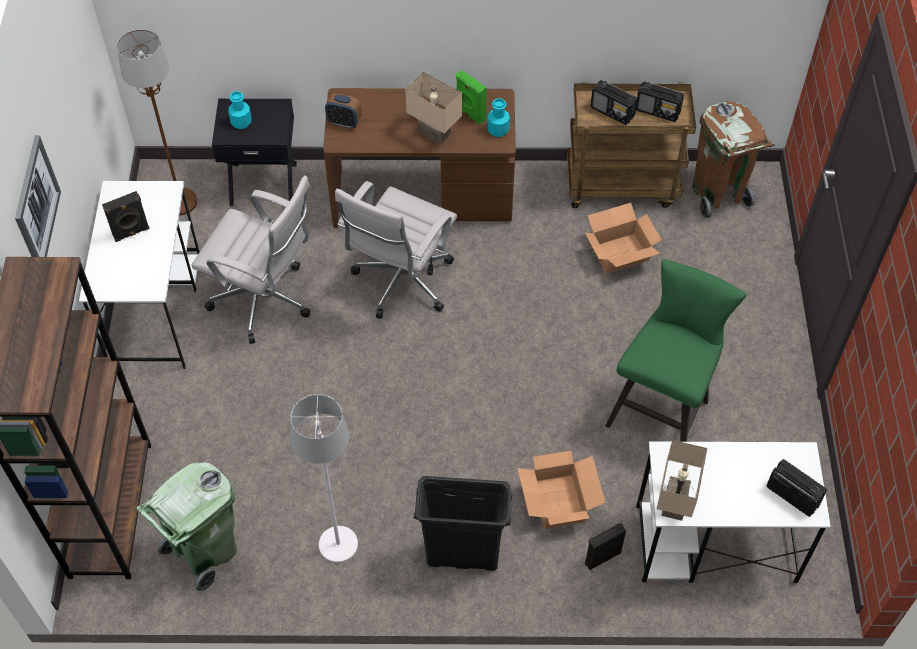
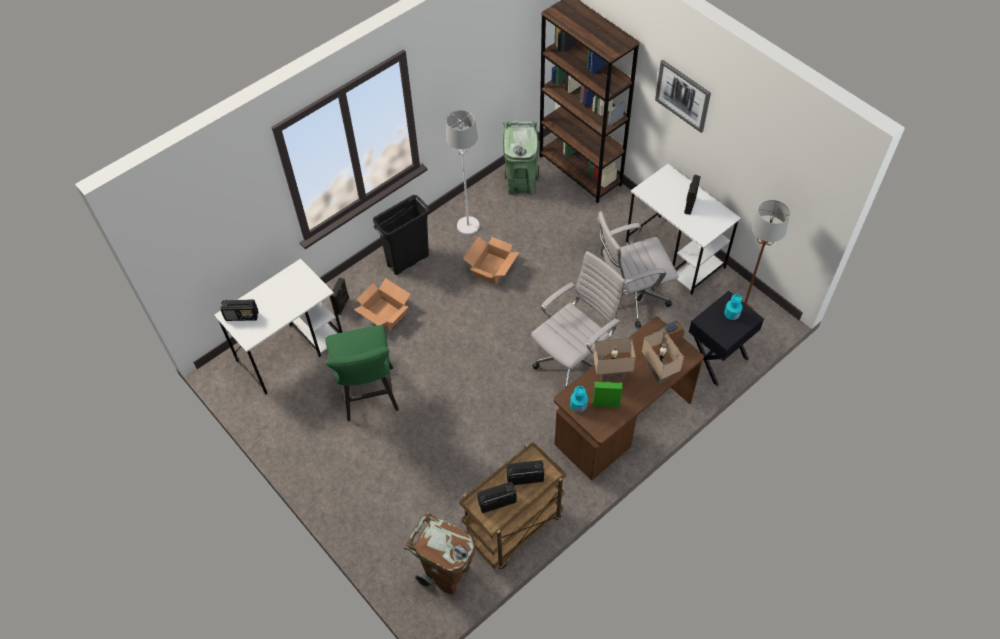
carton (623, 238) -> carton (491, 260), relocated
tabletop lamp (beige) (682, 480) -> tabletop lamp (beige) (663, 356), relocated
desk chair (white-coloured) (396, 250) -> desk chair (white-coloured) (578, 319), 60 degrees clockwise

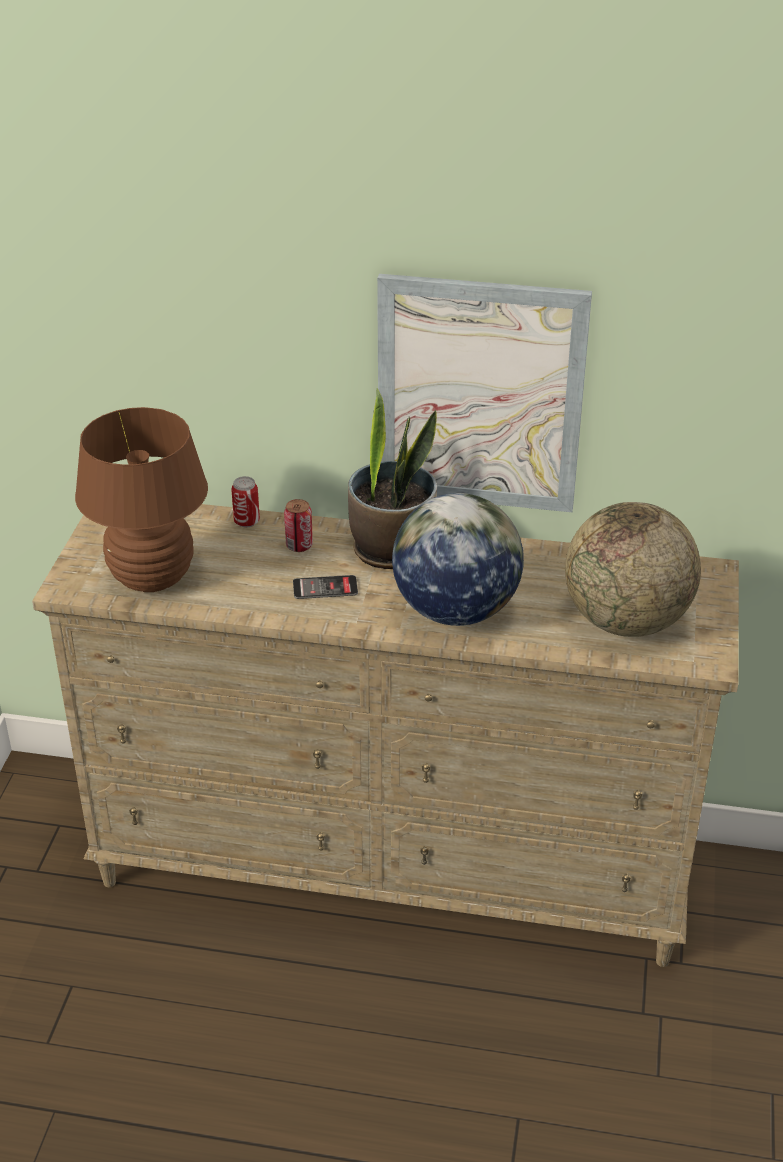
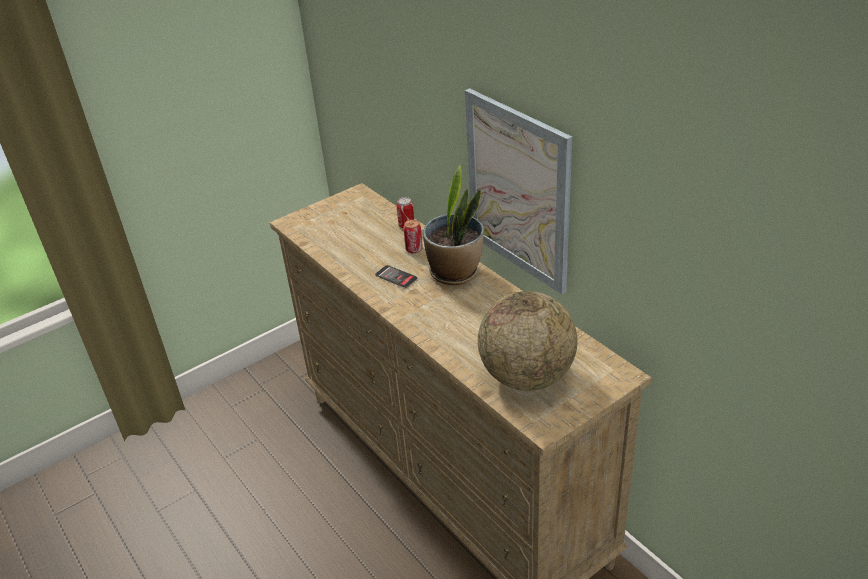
tabletop lamp (brownish) (141, 499) -> none
globe (458, 559) -> none

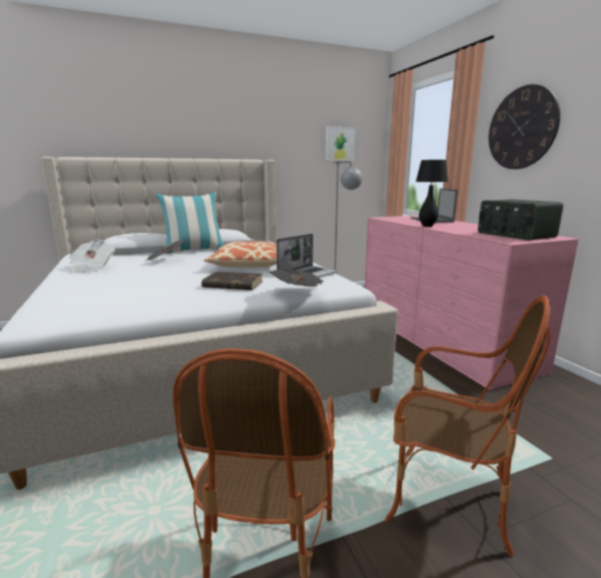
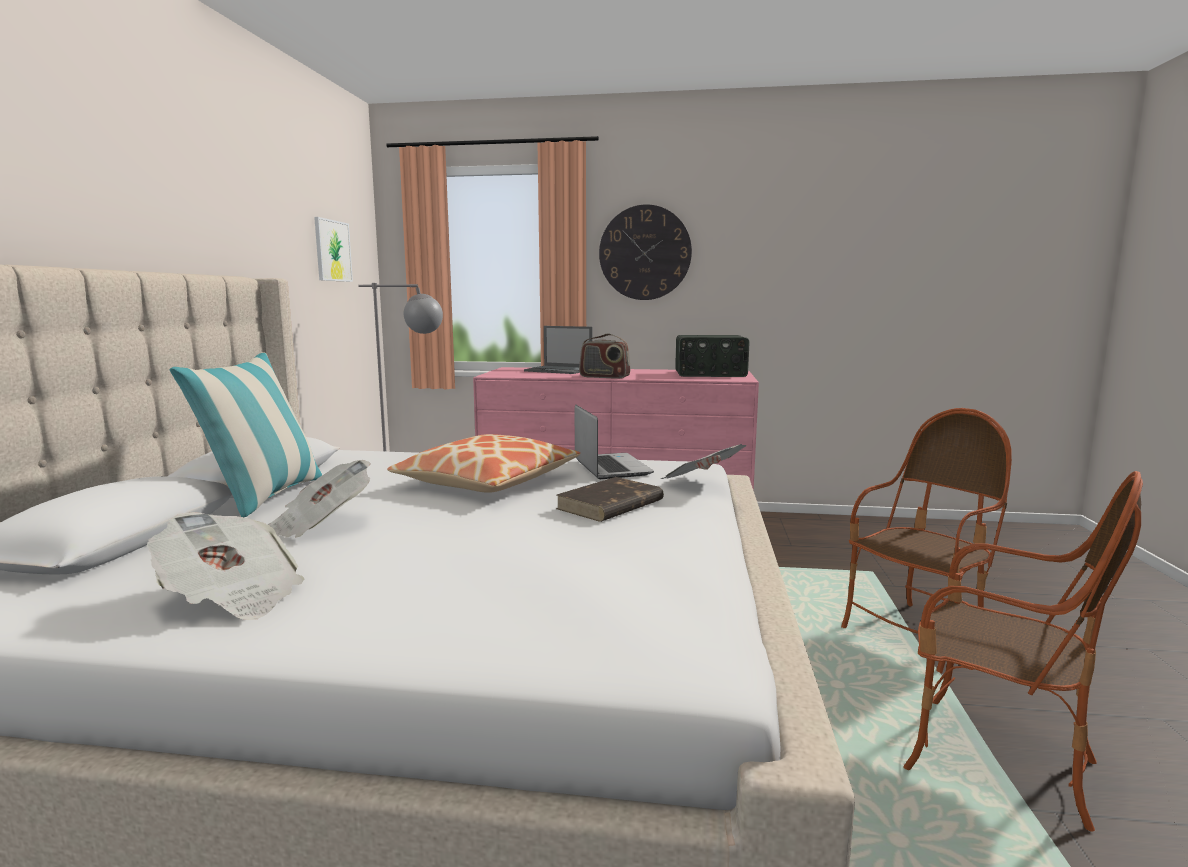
tabletop lamp (black-coloured) (432, 193) -> radio set (604, 356)

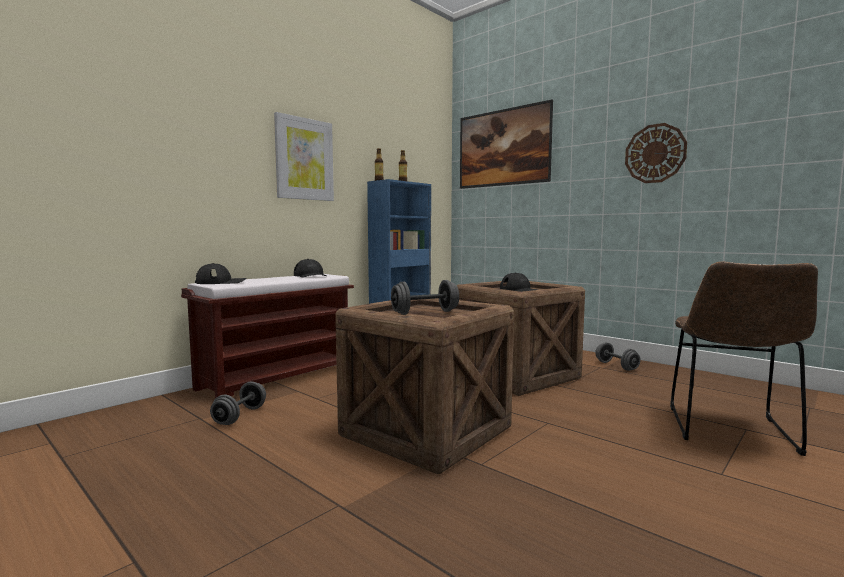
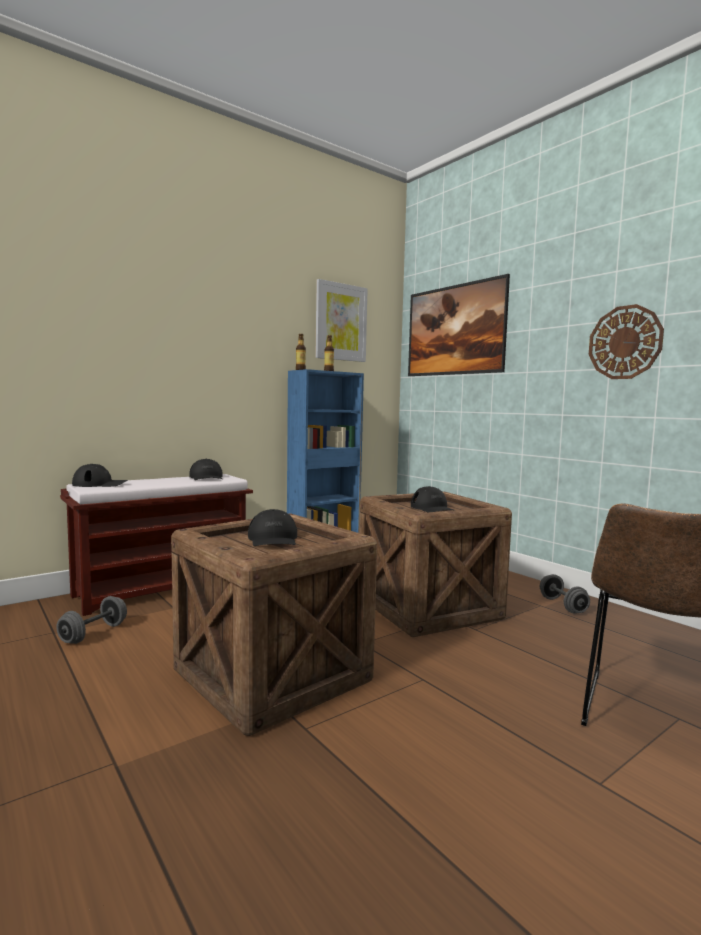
wall art (304, 156) -> wall art (341, 320), relocated
dumbbell (grey) (425, 297) -> cap (black-coloured) (272, 527)

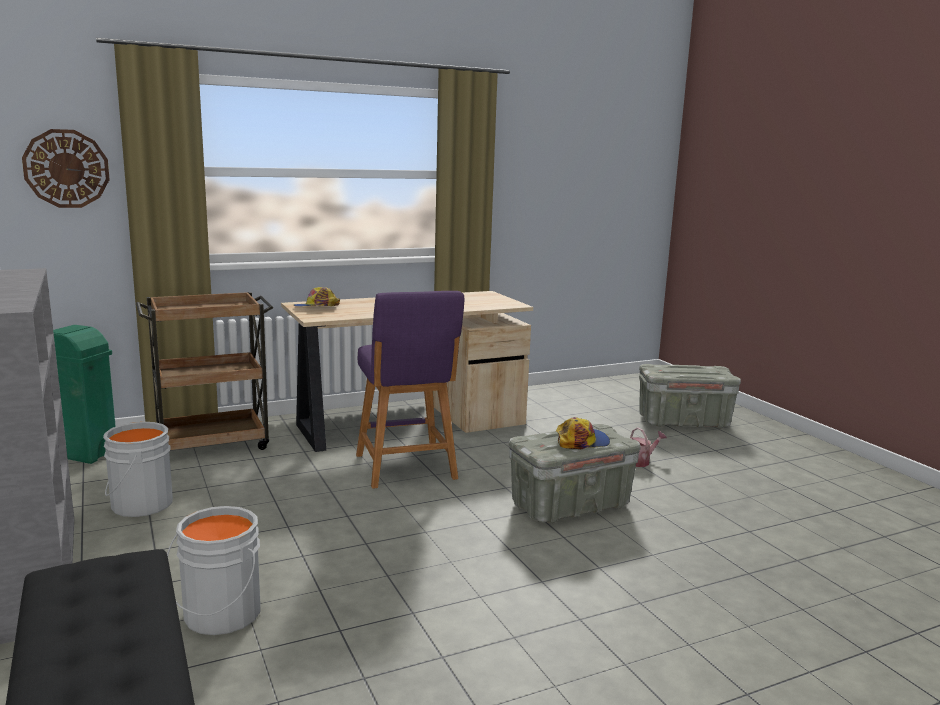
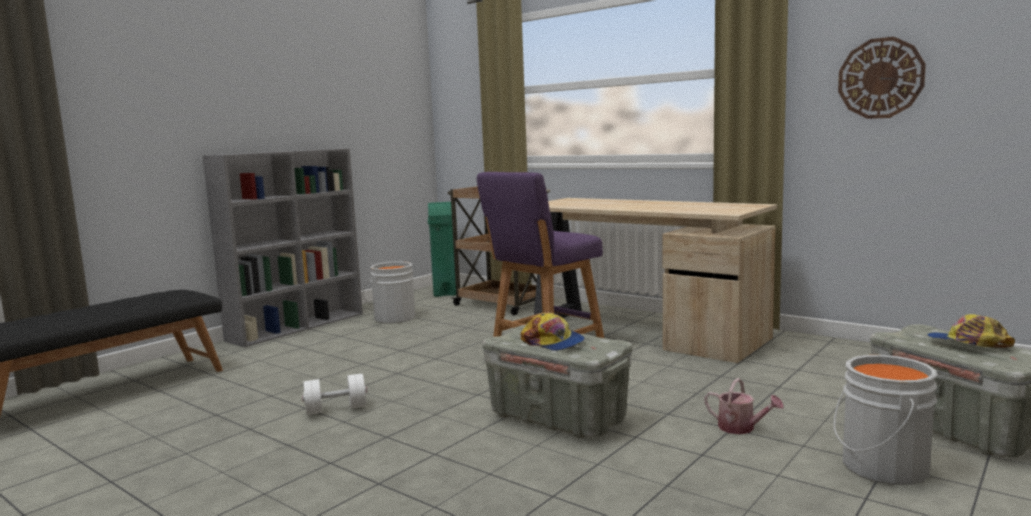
none -> dumbbell (white-coloured) (334, 394)
hanging clock (66, 168) -> hanging clock (882, 78), relocated
bucket (grey) (214, 570) -> bucket (grey) (886, 420), relocated
cap (317, 297) -> cap (971, 331), relocated

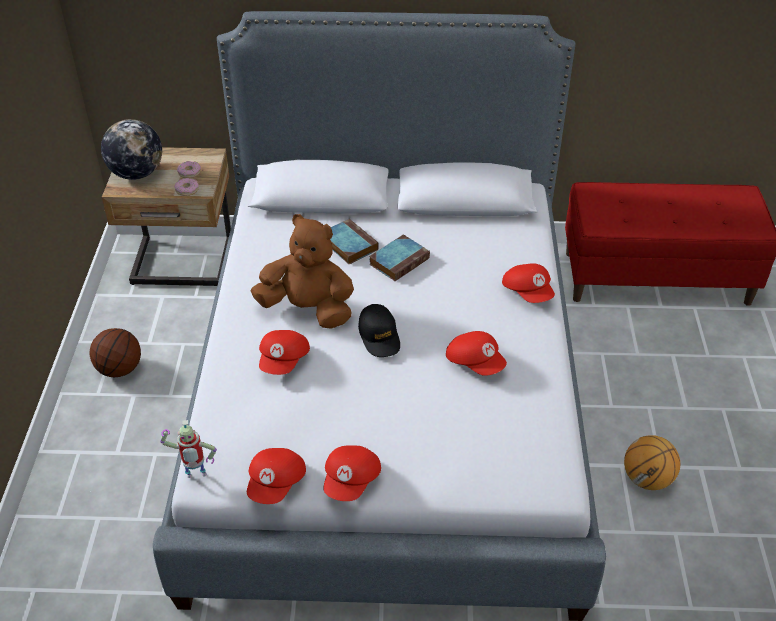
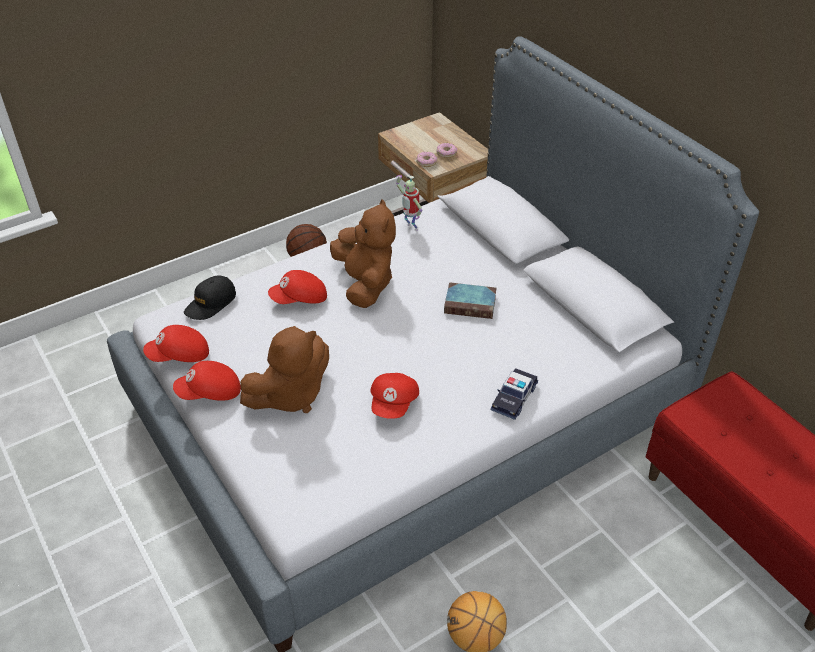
globe (131, 149) -> none
volume (354, 242) -> none
none -> soft toy (brownish) (284, 369)
toy robot (188, 449) -> toy robot (409, 203), relocated
cap (black-coloured) (379, 330) -> cap (black-coloured) (210, 297), relocated
cap (red) (528, 283) -> toy car (514, 394)

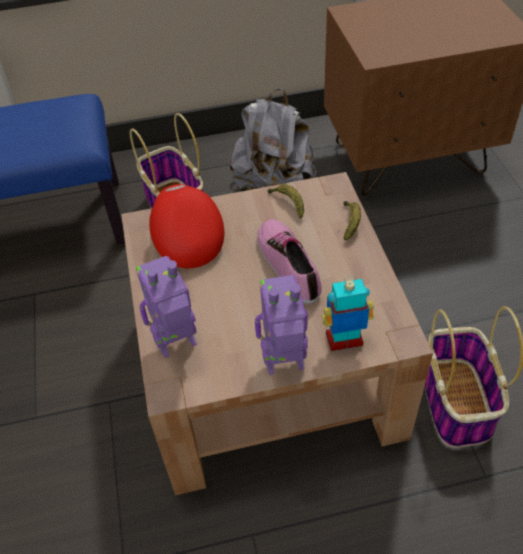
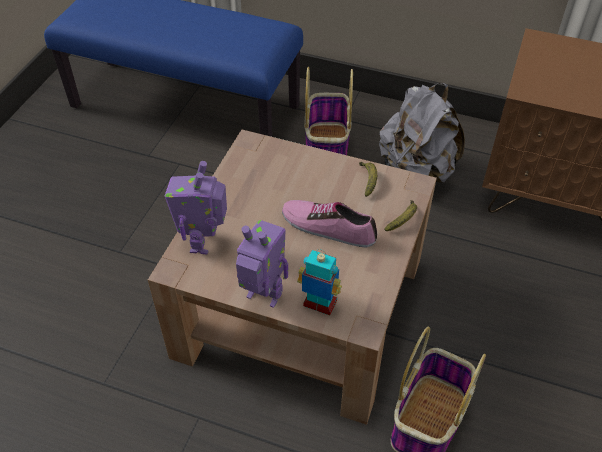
cap (red) (186, 226) -> none
toy robot (166, 307) -> toy robot (196, 208), 90 degrees counterclockwise
item of footwear (289, 261) -> item of footwear (329, 223), 75 degrees counterclockwise

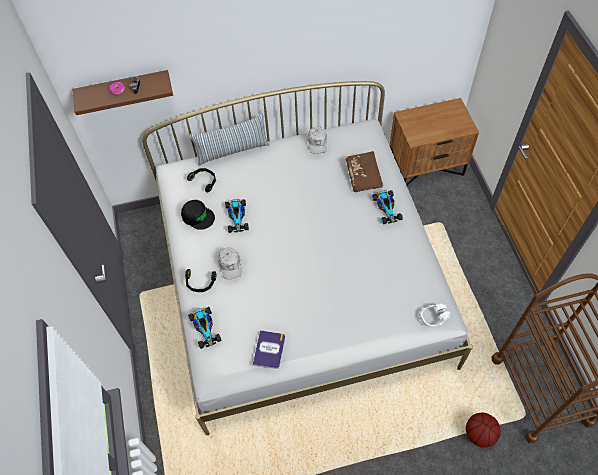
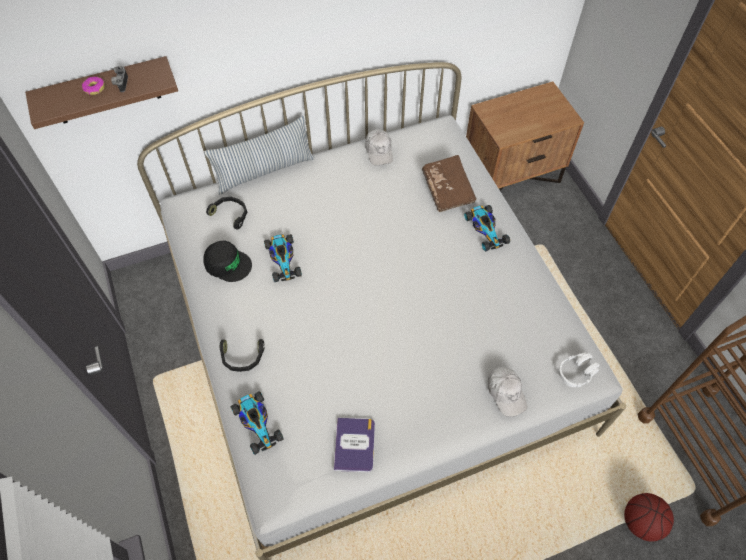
cap (white-coloured) (230, 263) -> cap (white-coloured) (507, 392), relocated

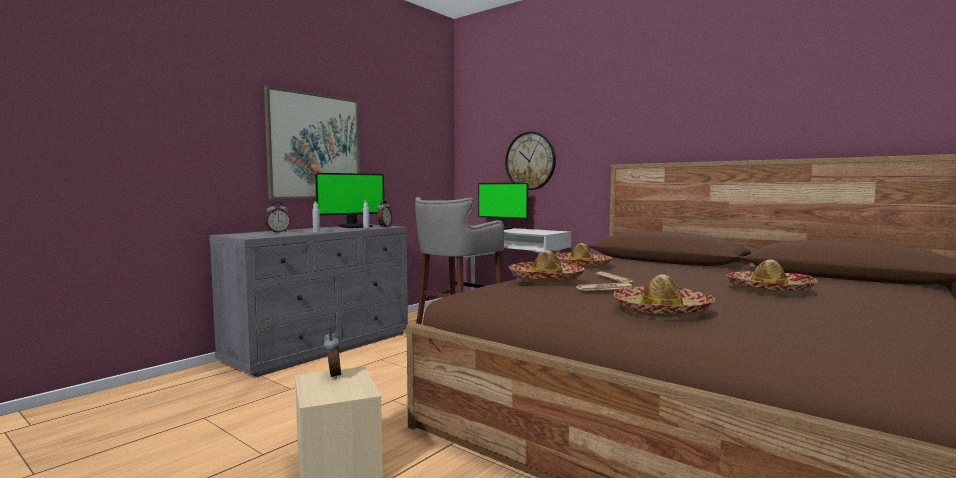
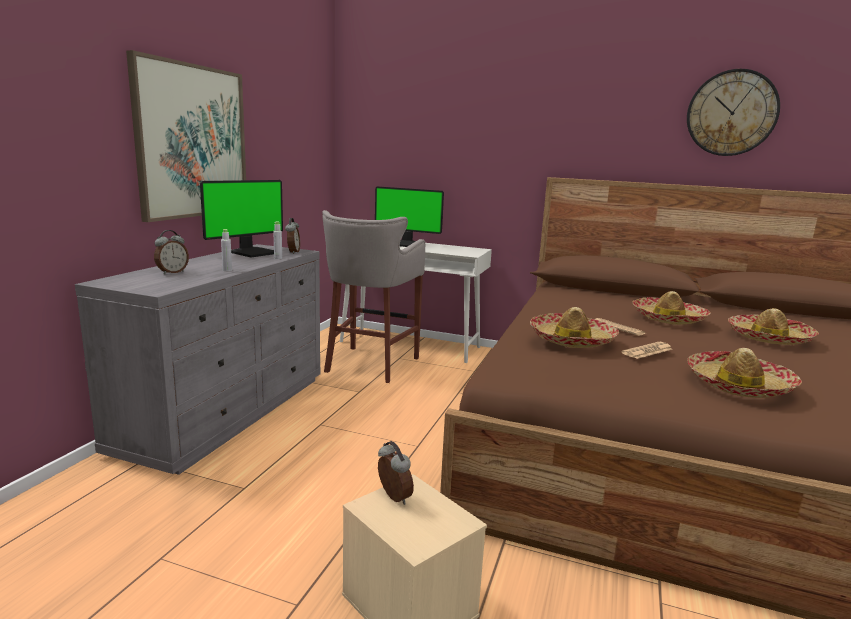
hanging clock (530, 161) -> hanging clock (733, 112), relocated
hat (583, 256) -> hat (671, 308), relocated

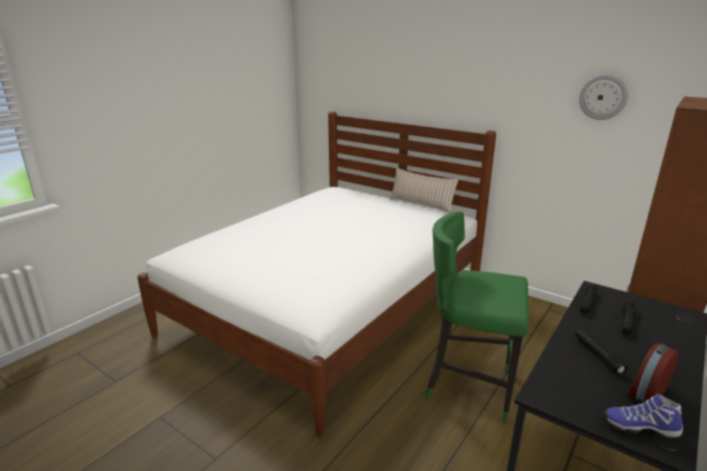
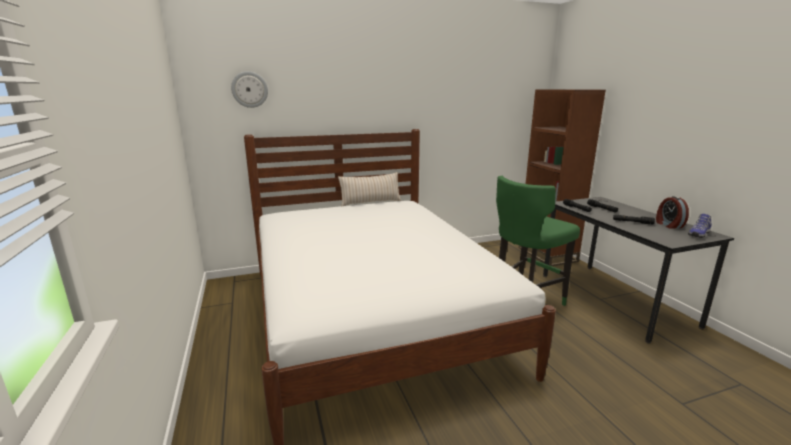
hanging clock (603, 97) -> hanging clock (249, 89), relocated

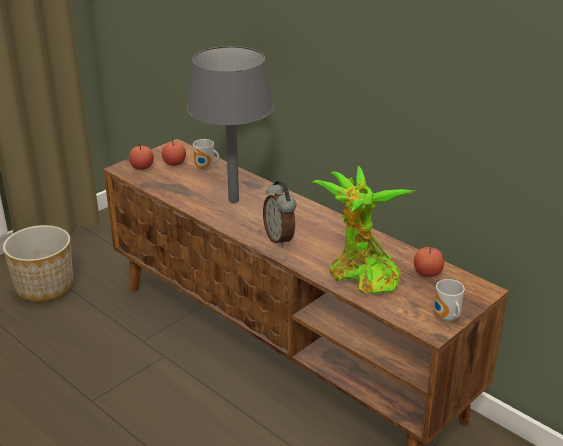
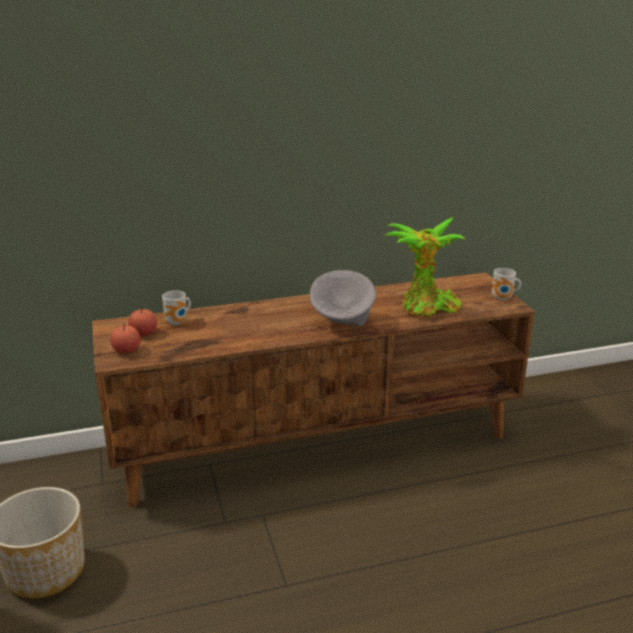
tabletop lamp (grey) (230, 124) -> none
apple fruit (429, 260) -> none
bedside clock (279, 214) -> serving bowl (grey) (343, 298)

